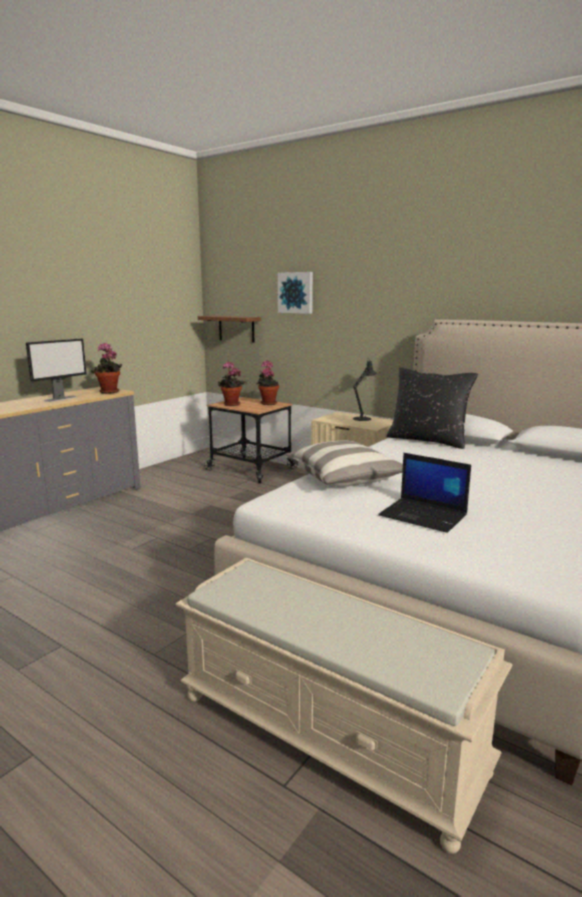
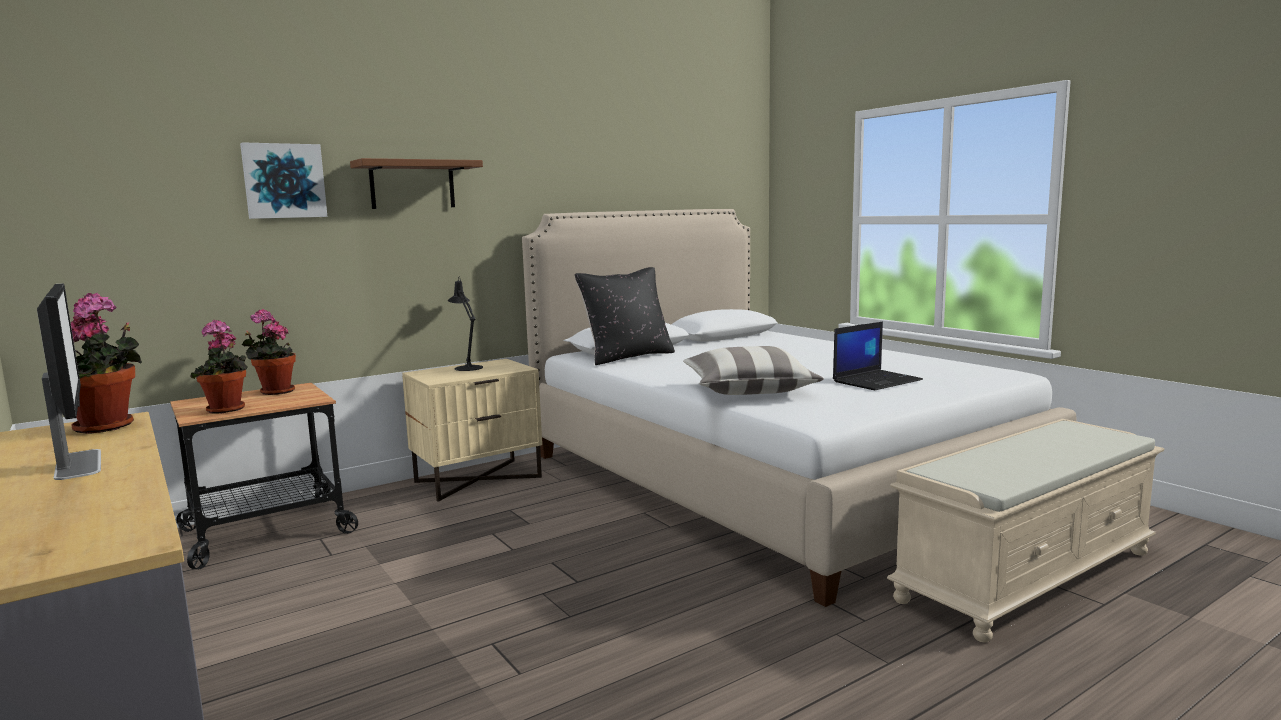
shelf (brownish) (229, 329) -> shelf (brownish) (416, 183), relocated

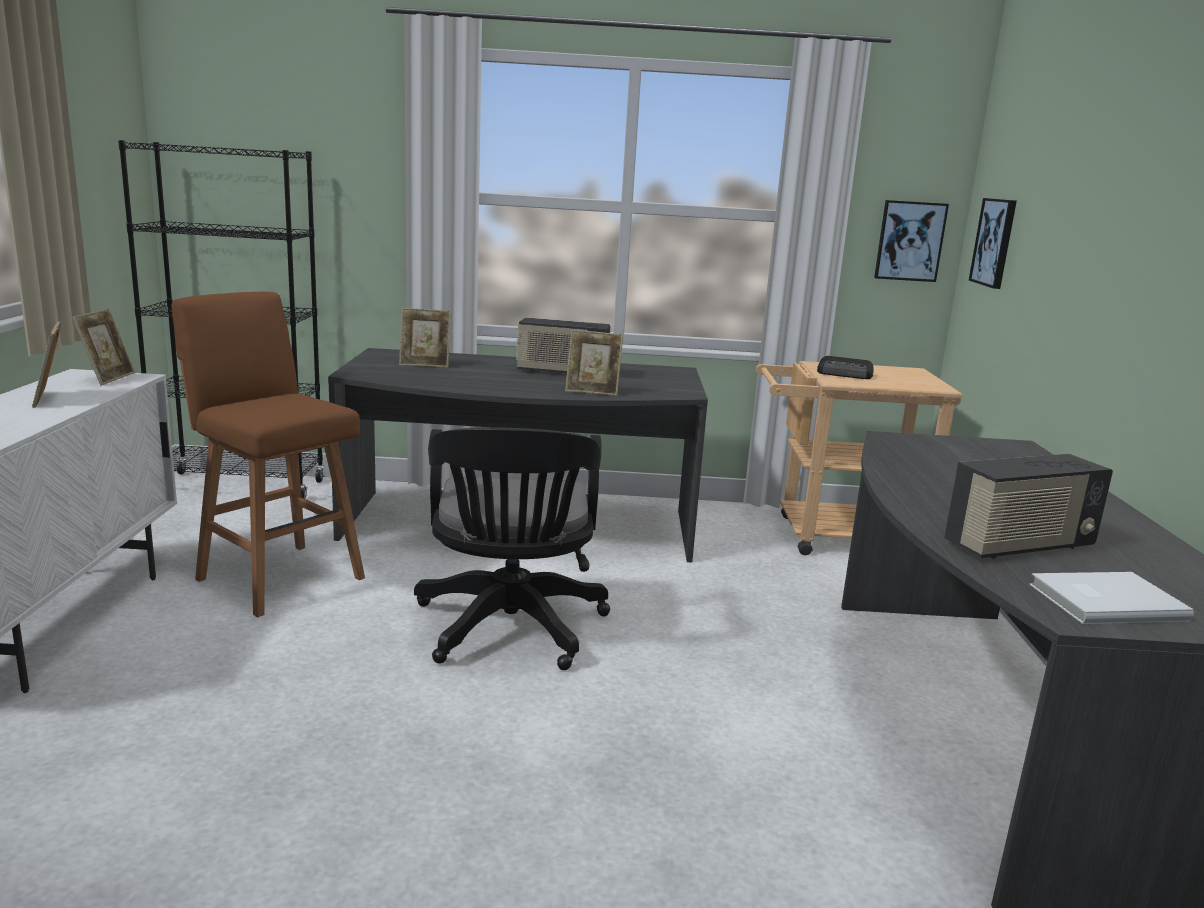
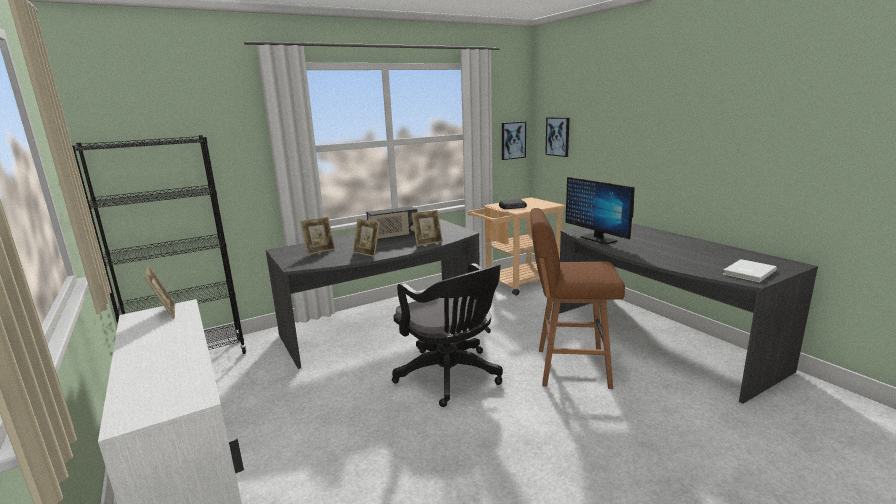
radio set (1028, 506) -> none
none -> computer display (600, 211)
picture frame (46, 364) -> picture frame (366, 237), relocated
stool seat (brownish) (268, 454) -> stool seat (brownish) (577, 298), relocated

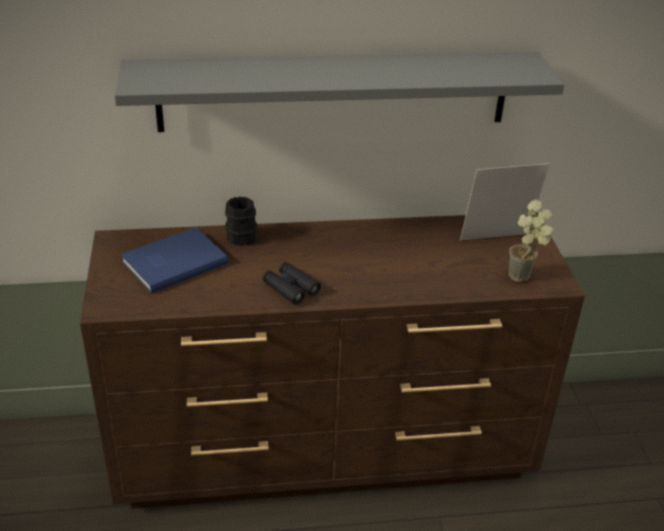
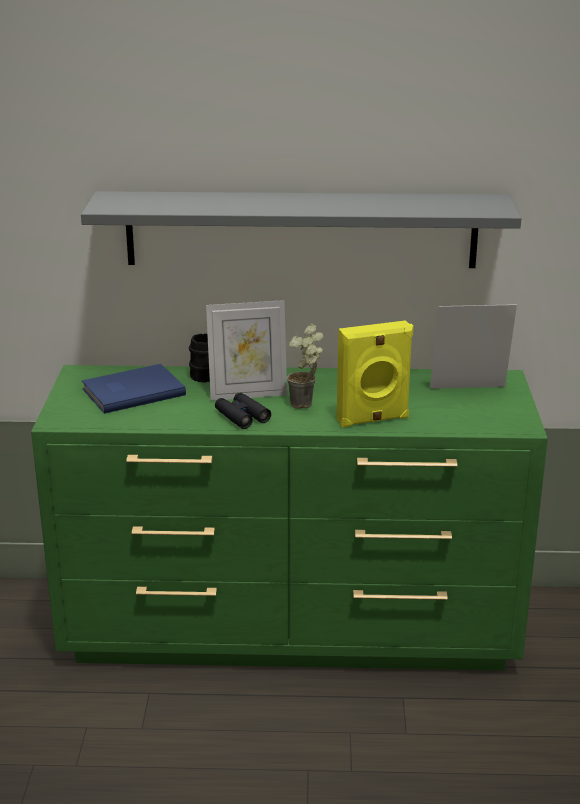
none -> picture frame (246, 350)
none -> speaker (yellow-coloured) (375, 373)
potted plant (531, 240) -> potted plant (305, 366), relocated
dresser (brownish) (332, 360) -> dresser (green-coloured) (289, 517)

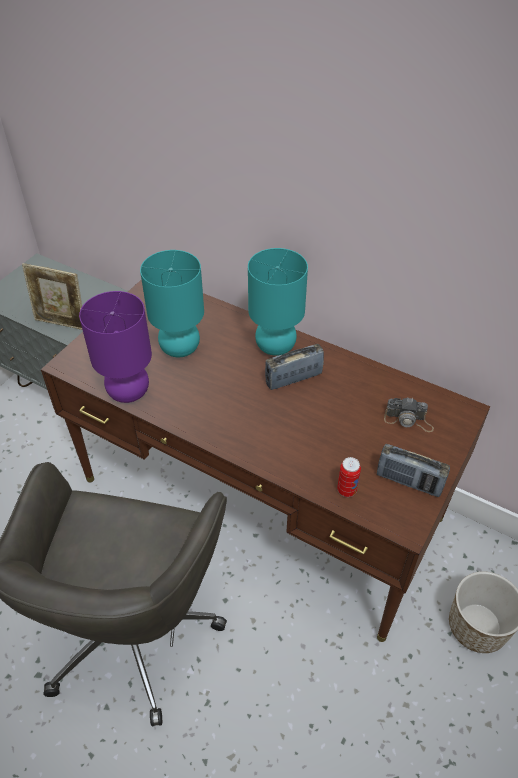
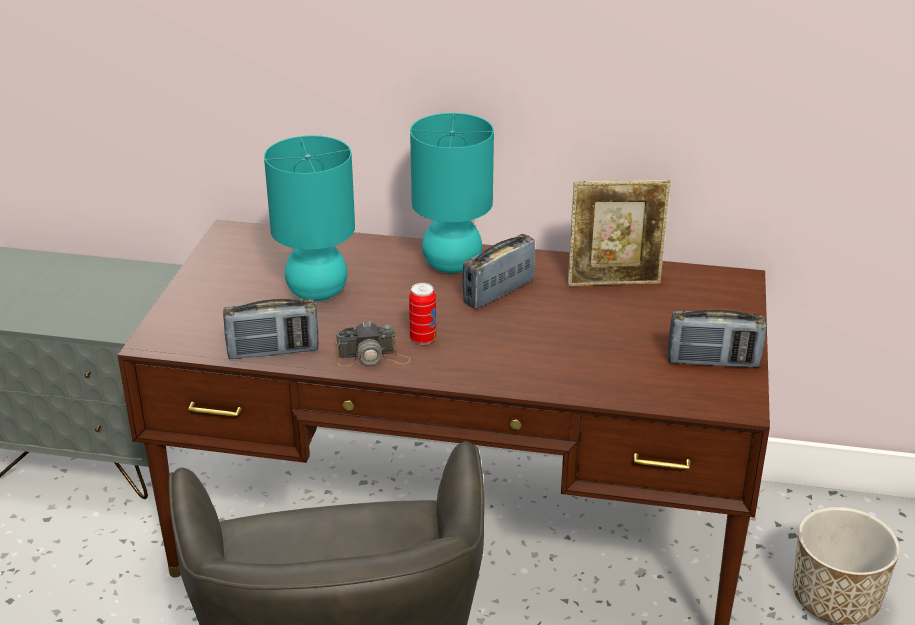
picture frame (52, 296) -> picture frame (619, 233), relocated
metal can (349, 477) -> metal can (422, 314), relocated
photo camera (409, 415) -> photo camera (373, 344), relocated
tabletop lamp (purplish) (115, 347) -> radio set (271, 329)

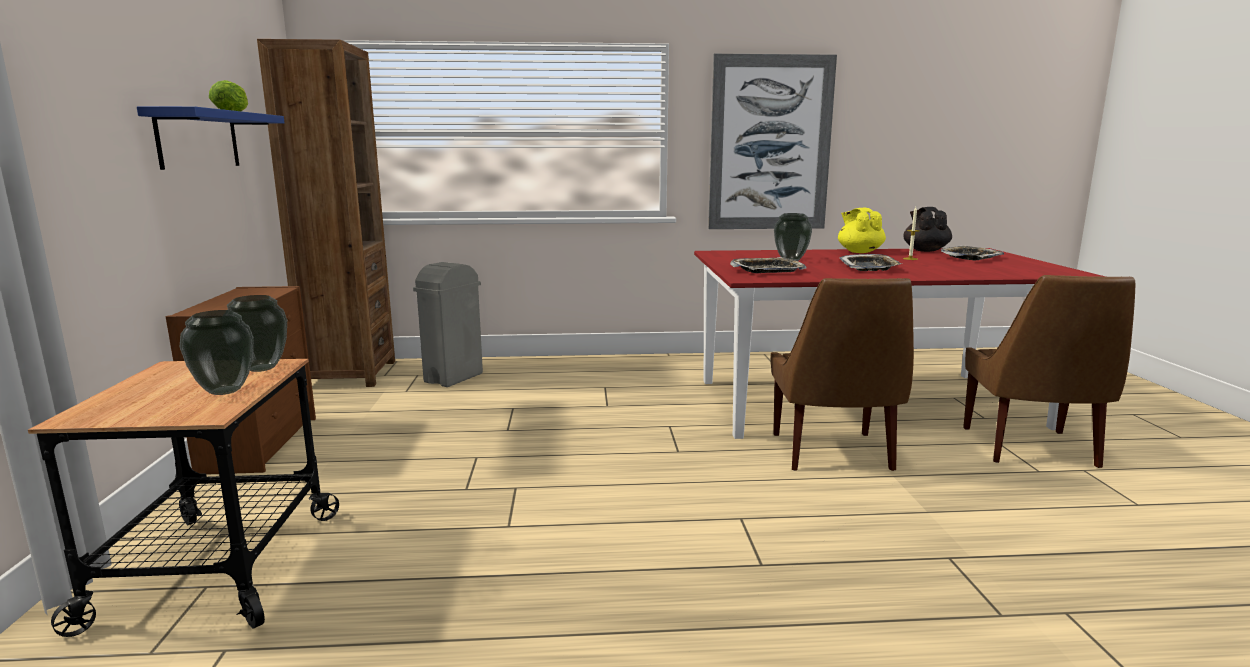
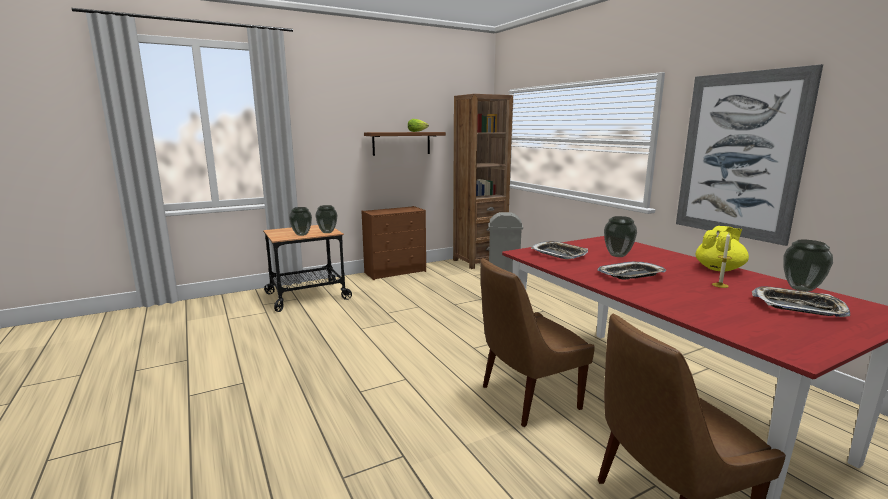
pot for tea (black-coloured) (927, 229) -> flower vase (808, 266)
shelf (bluish) (210, 138) -> shelf (brownish) (405, 144)

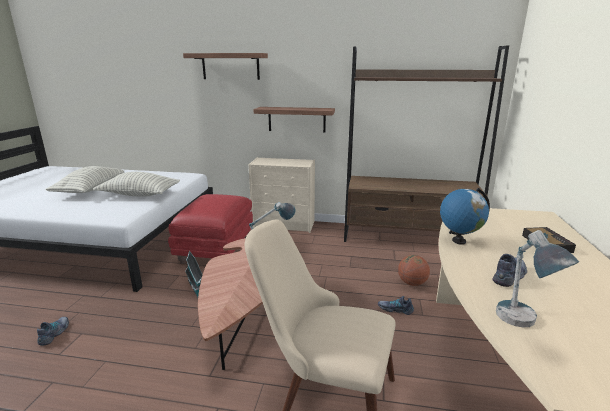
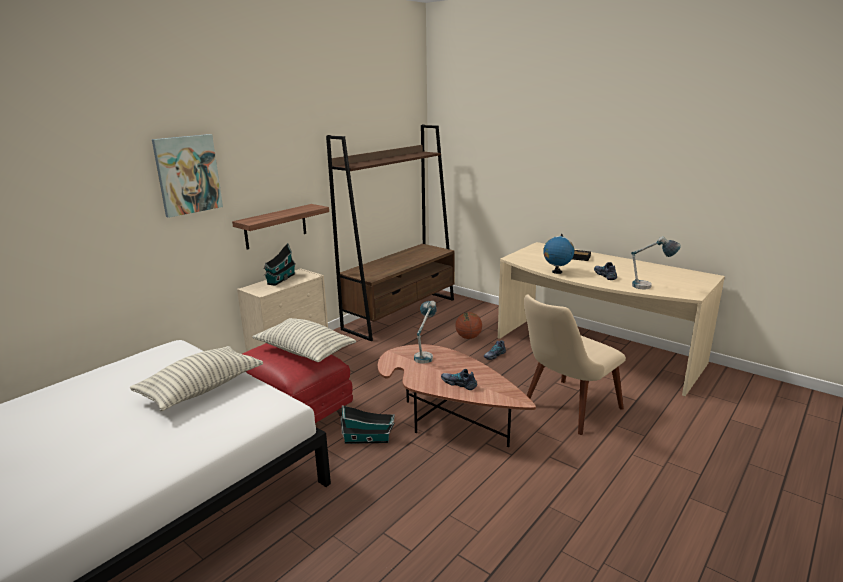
none -> toy house (280, 264)
item of footwear (53, 331) -> item of footwear (459, 379), relocated
pillow (84, 179) -> pillow (304, 340), relocated
shelf (225, 66) -> wall art (187, 176)

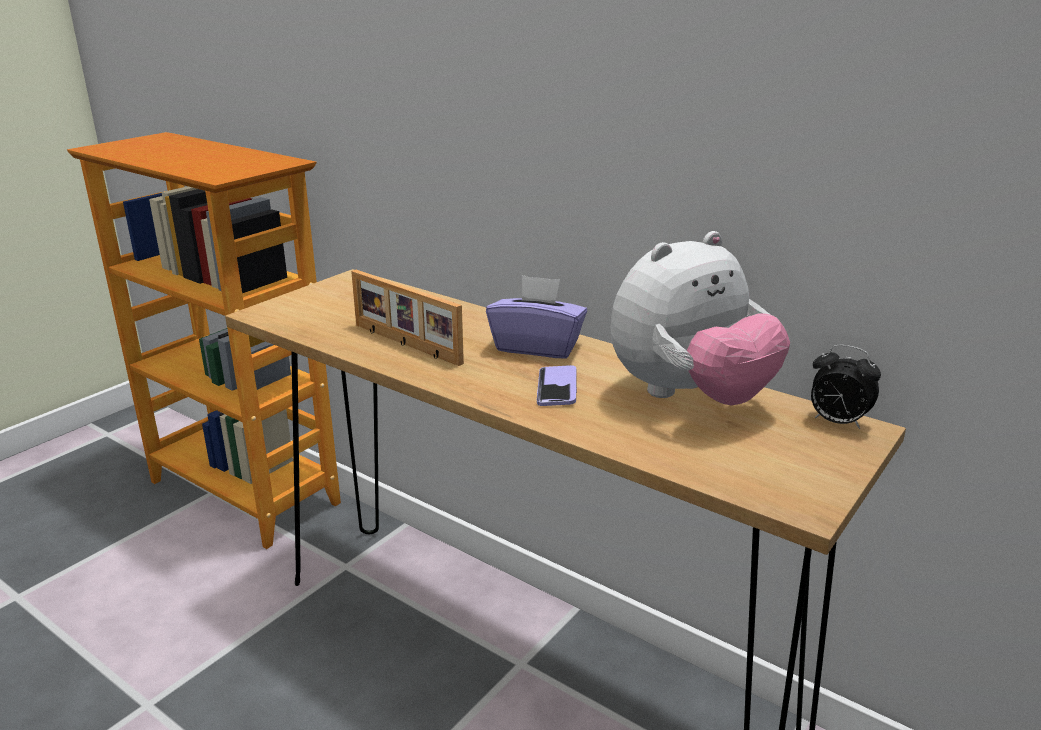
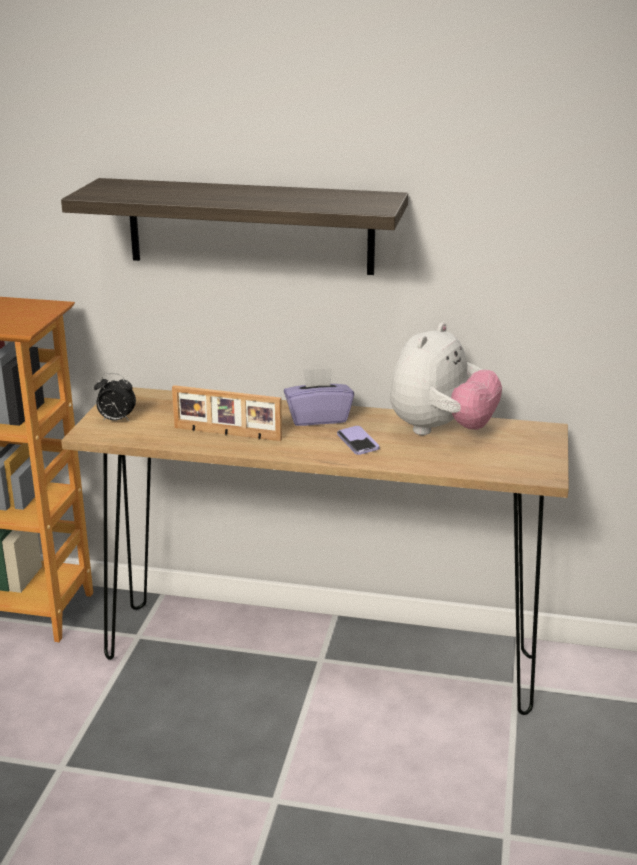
none -> shelf (234, 226)
bedside clock (846, 387) -> bedside clock (115, 397), relocated

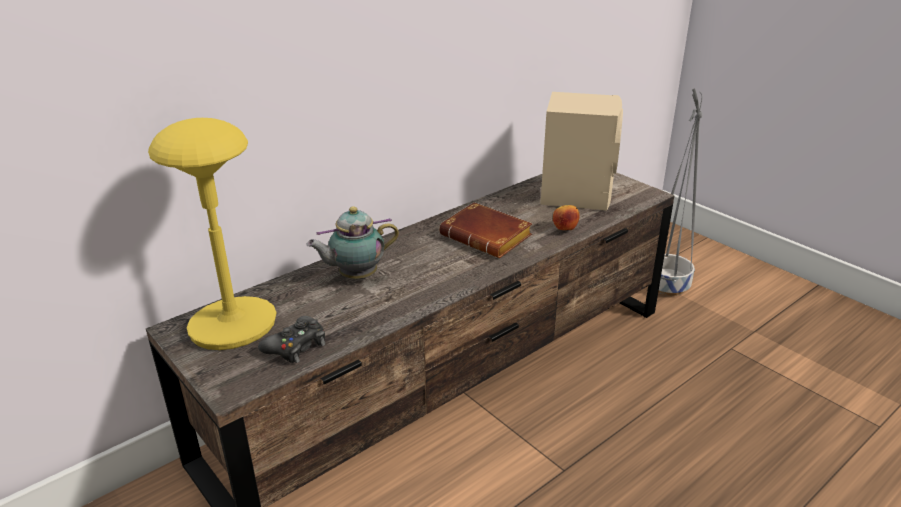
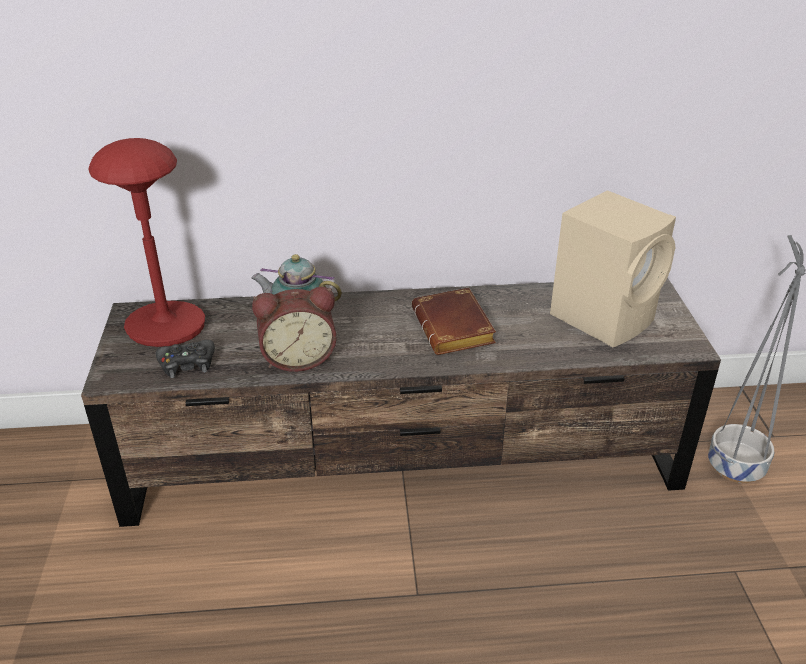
apple fruit (566, 217) -> none
none -> bedside clock (294, 329)
tabletop lamp (yellow-coloured) (212, 234) -> tabletop lamp (red) (146, 242)

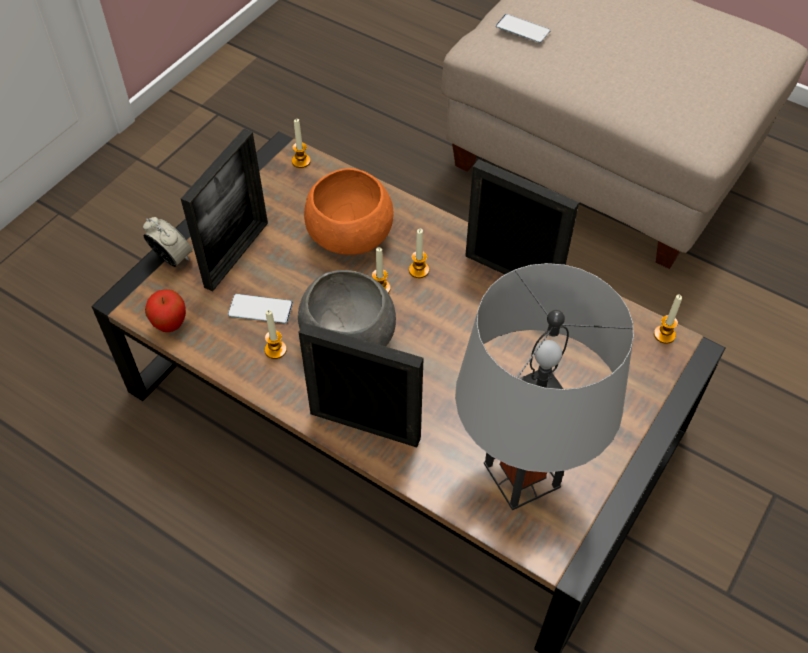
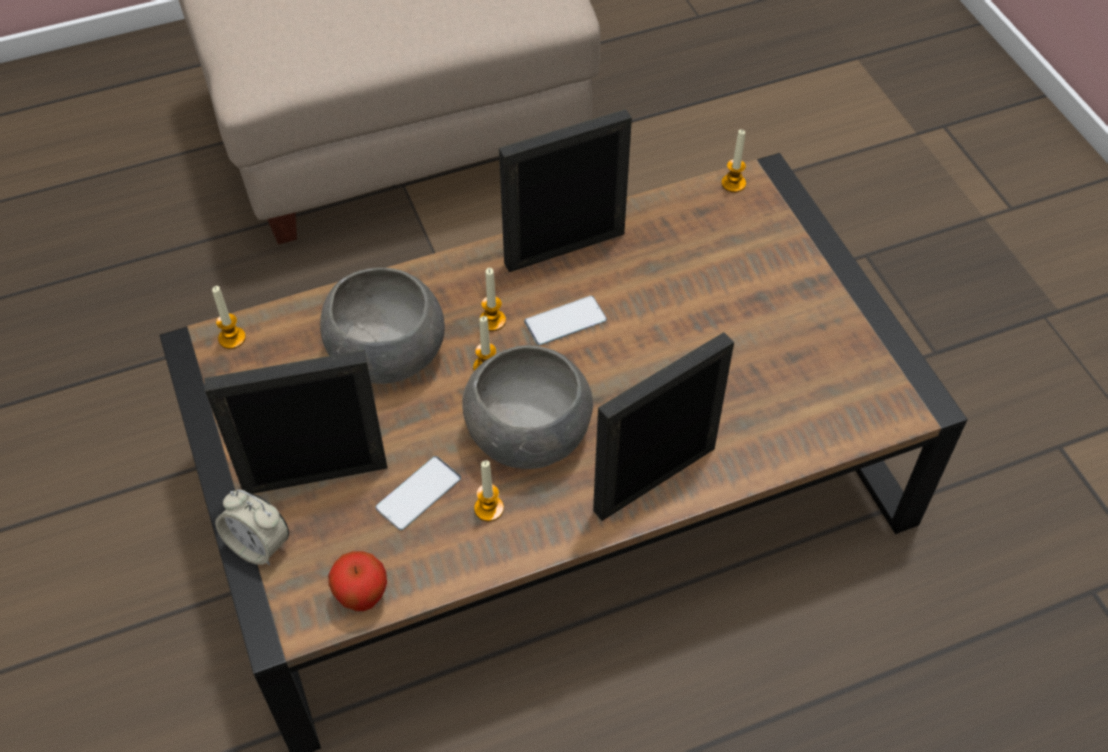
tabletop lamp (grey) (544, 386) -> none
handset (523, 28) -> handset (565, 320), relocated
serving bowl (orange) (348, 211) -> serving bowl (grey) (382, 326)
bedside clock (167, 242) -> bedside clock (252, 528), 135 degrees counterclockwise
picture frame (224, 209) -> picture frame (295, 422), 75 degrees counterclockwise

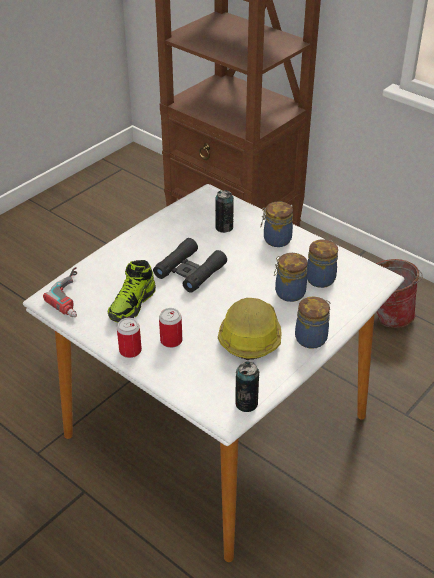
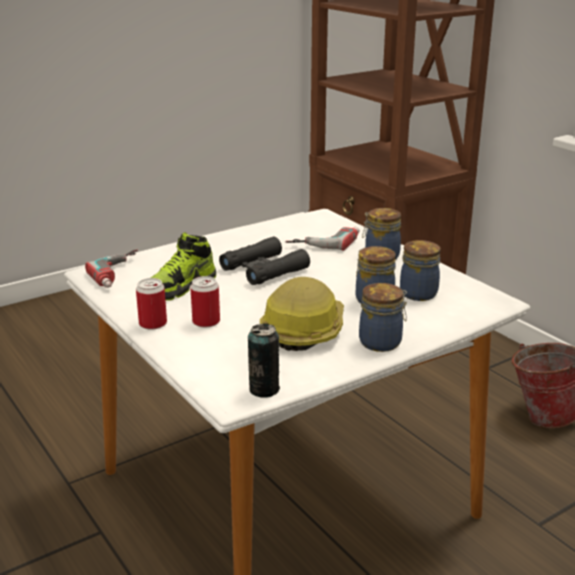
metal can (224, 211) -> power drill (322, 239)

